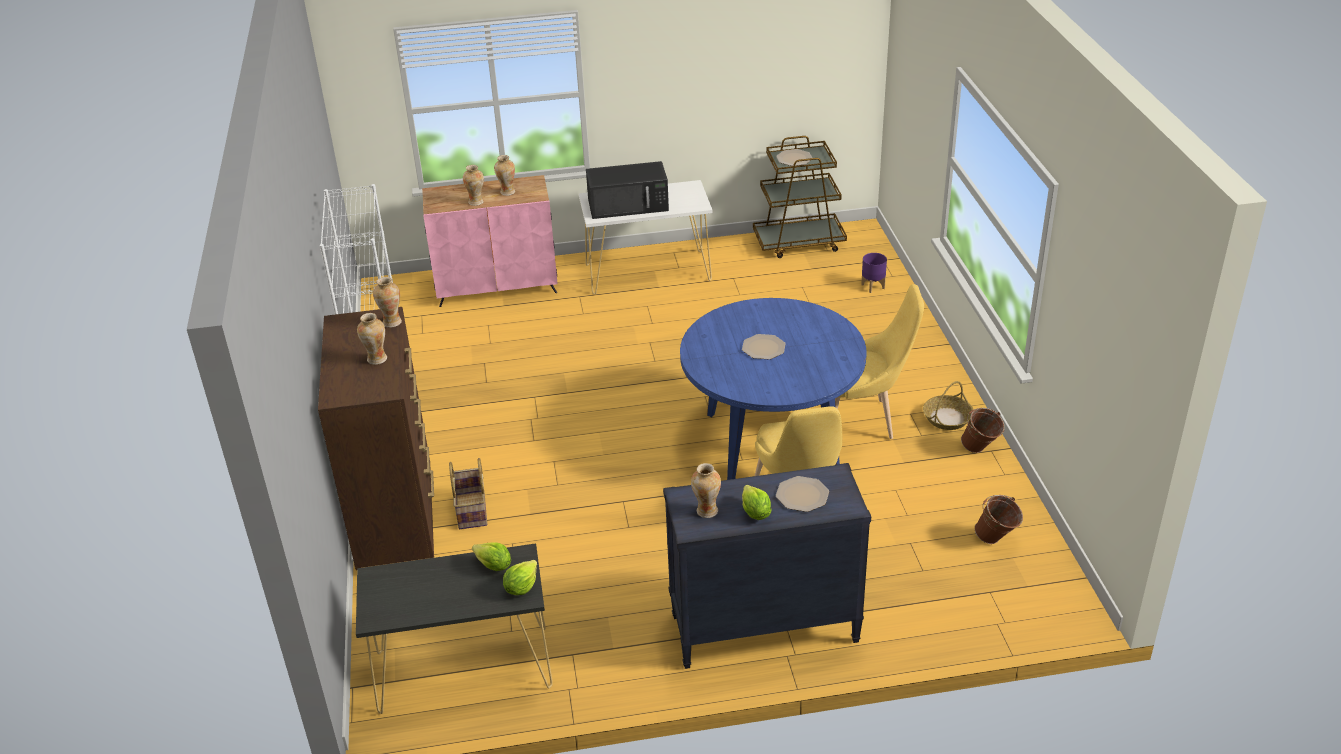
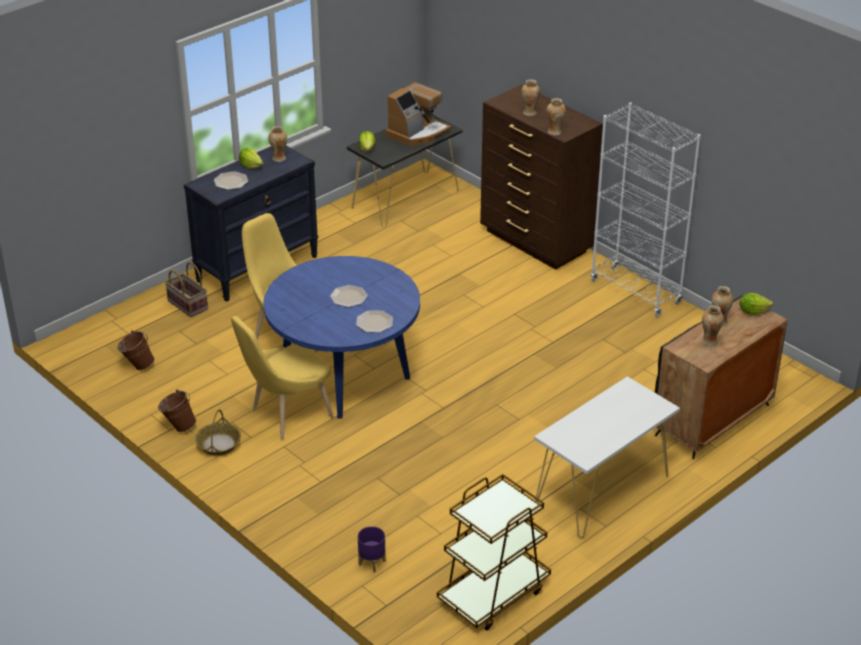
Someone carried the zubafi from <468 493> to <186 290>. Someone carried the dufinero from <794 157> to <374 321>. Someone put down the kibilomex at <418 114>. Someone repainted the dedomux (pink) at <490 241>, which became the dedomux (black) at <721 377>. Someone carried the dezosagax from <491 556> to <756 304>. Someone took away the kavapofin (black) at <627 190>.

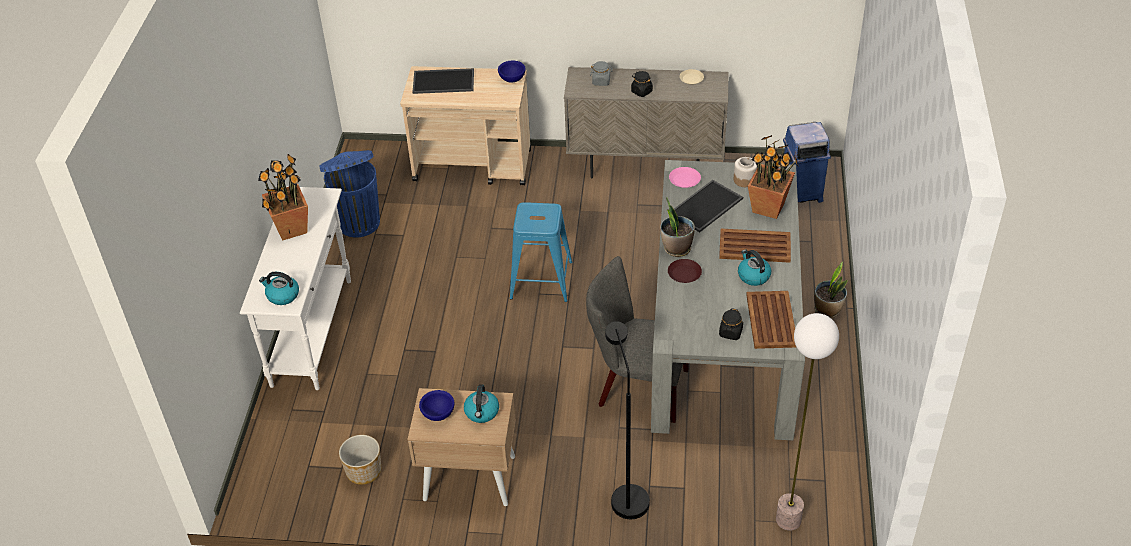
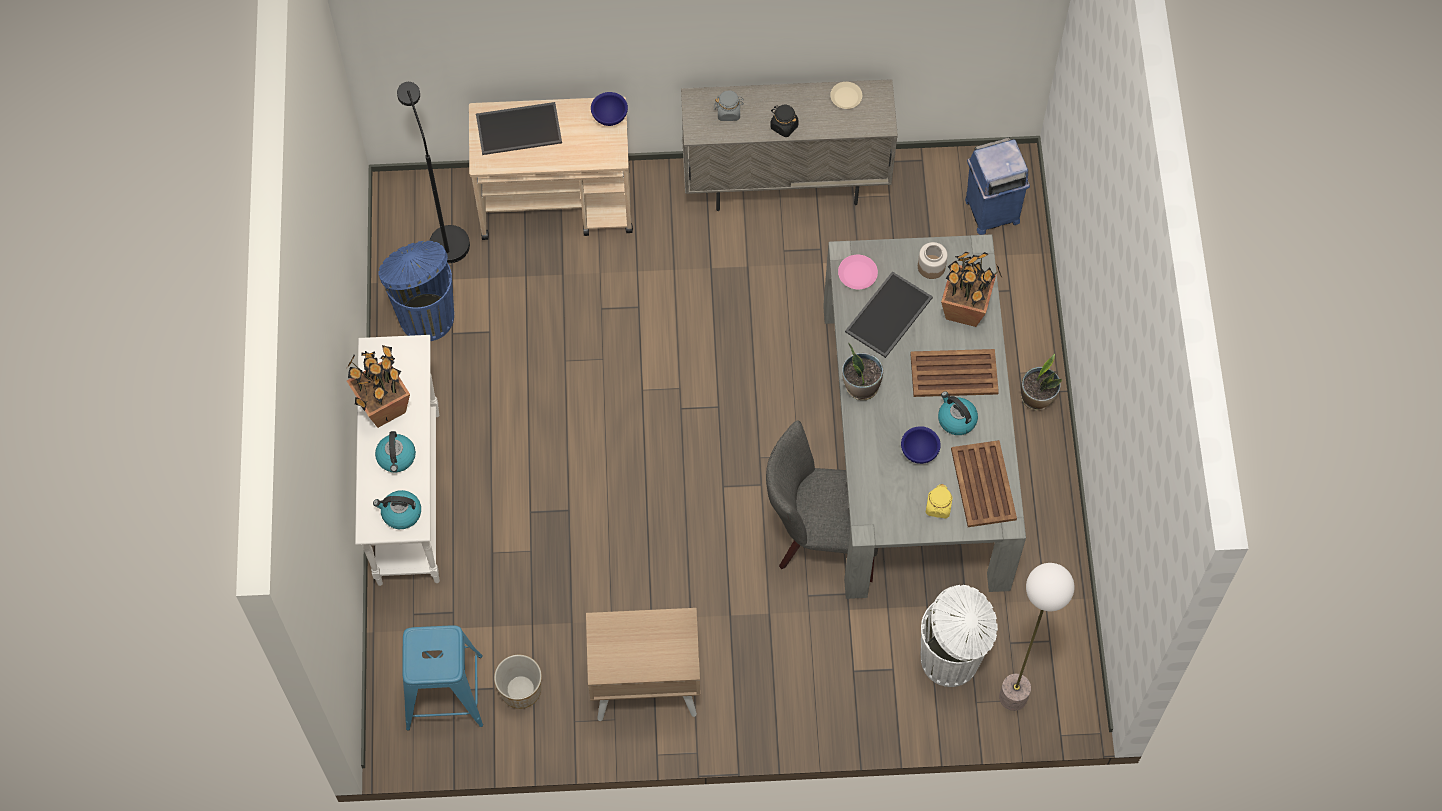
Someone carried the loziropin from <481 403> to <395 451>. Someone carried the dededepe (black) from <627 420> to <433 172>. Someone carried the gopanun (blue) from <541 252> to <442 678>. Someone carried the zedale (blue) from <436 405> to <921 445>. Someone put down the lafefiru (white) at <959 636>. Someone repainted the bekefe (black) at <731 324>, which became the bekefe (yellow) at <939 501>. Someone took away the dufinero (brown) at <685 271>.

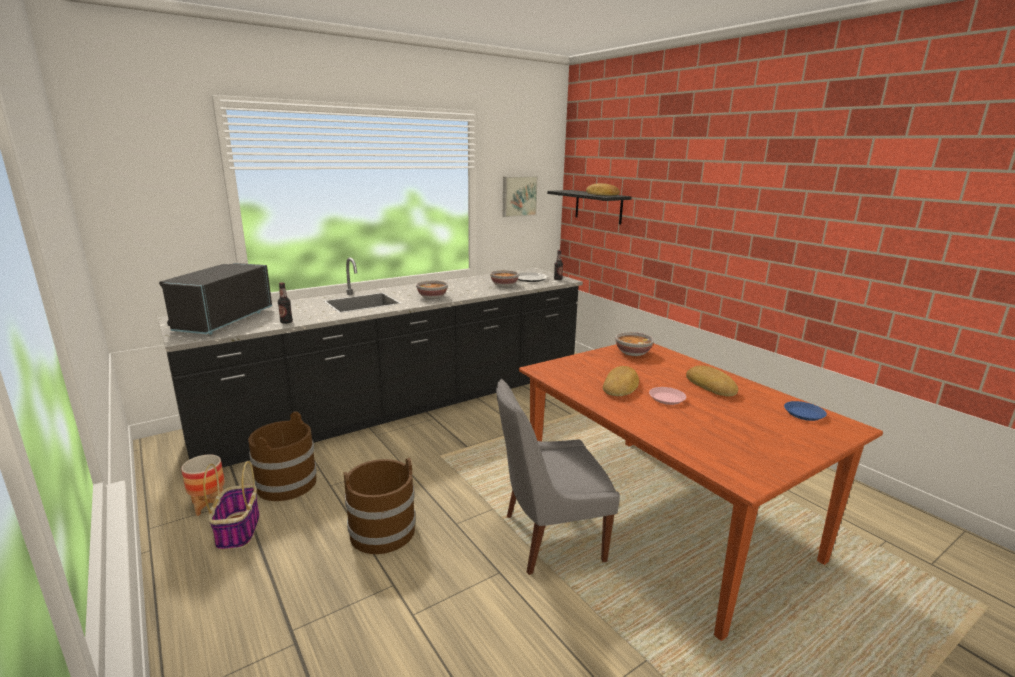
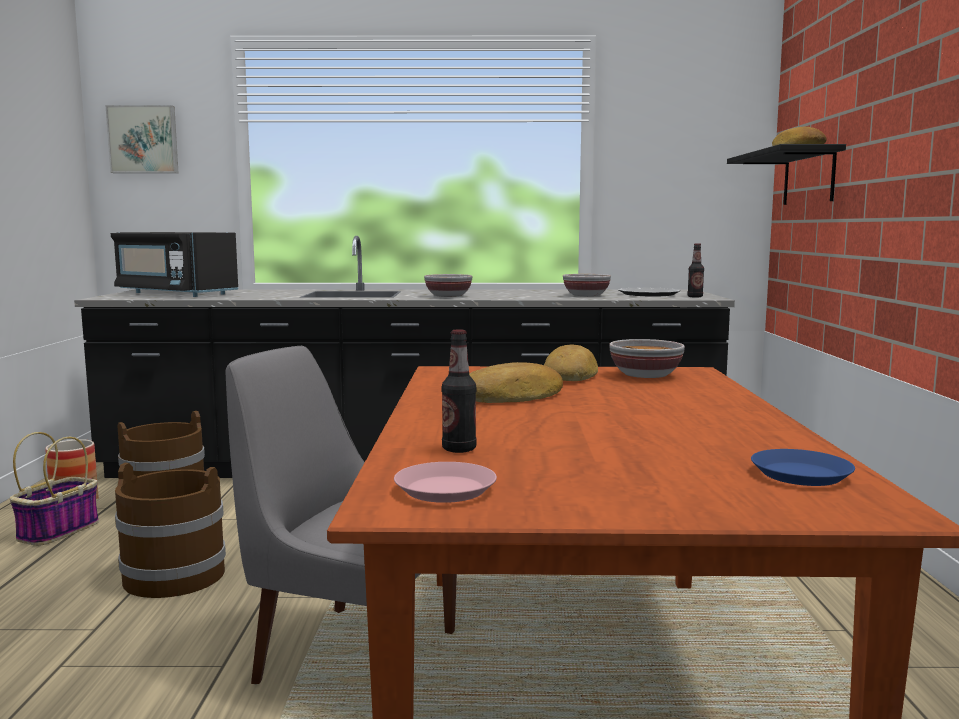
Someone carried the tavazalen from <520 196> to <141 139>. Someone rotated the kavapofin (black) at <215 298> by 105 degrees counterclockwise. Someone carried the dufinero (pink) from <667 396> to <445 482>. Someone carried the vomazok from <285 303> to <459 391>. Someone carried the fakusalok from <712 381> to <571 362>.

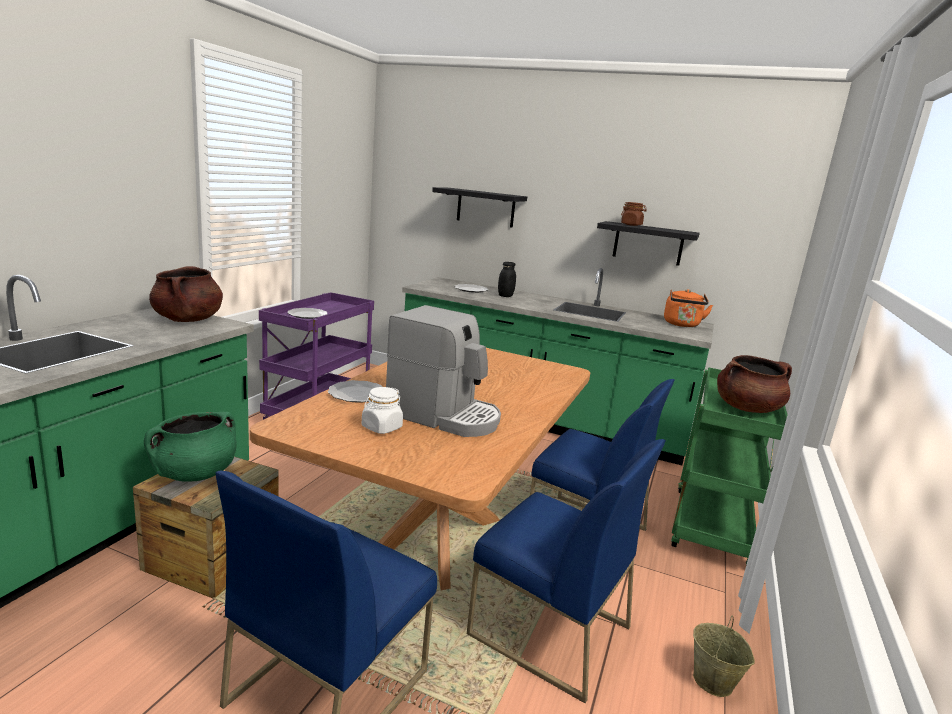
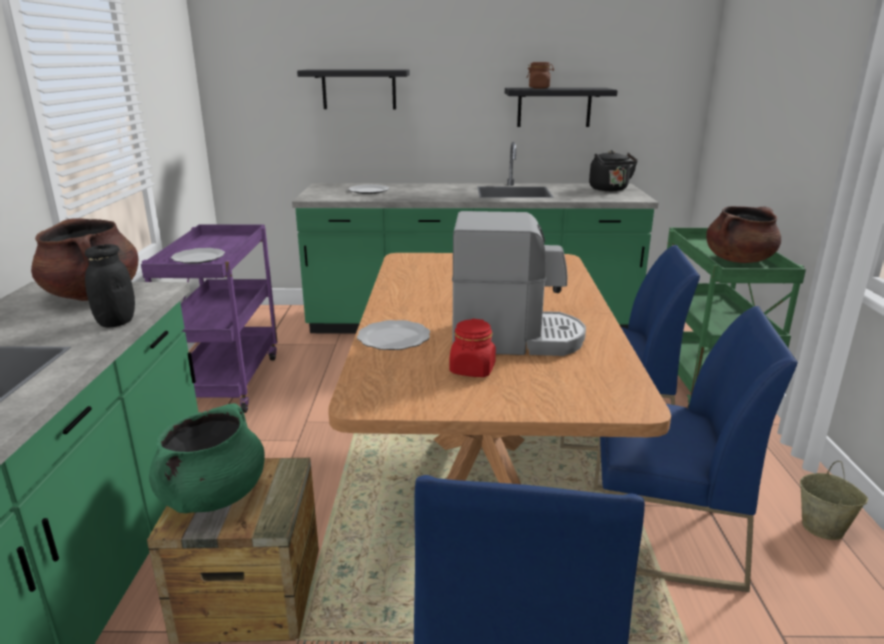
Someone carried the bekefe (black) from <507 279> to <110 285>. Someone repainted the bekefe (white) at <382 410>, which became the bekefe (red) at <473 348>. Someone repainted the loziropin (orange) at <688 308>, which became the loziropin (black) at <613 170>.

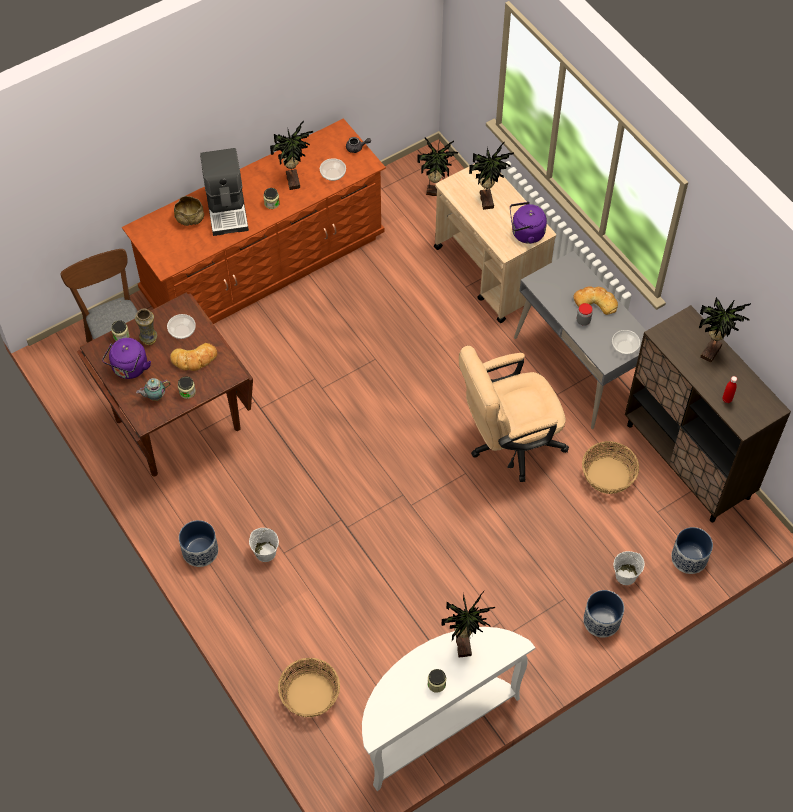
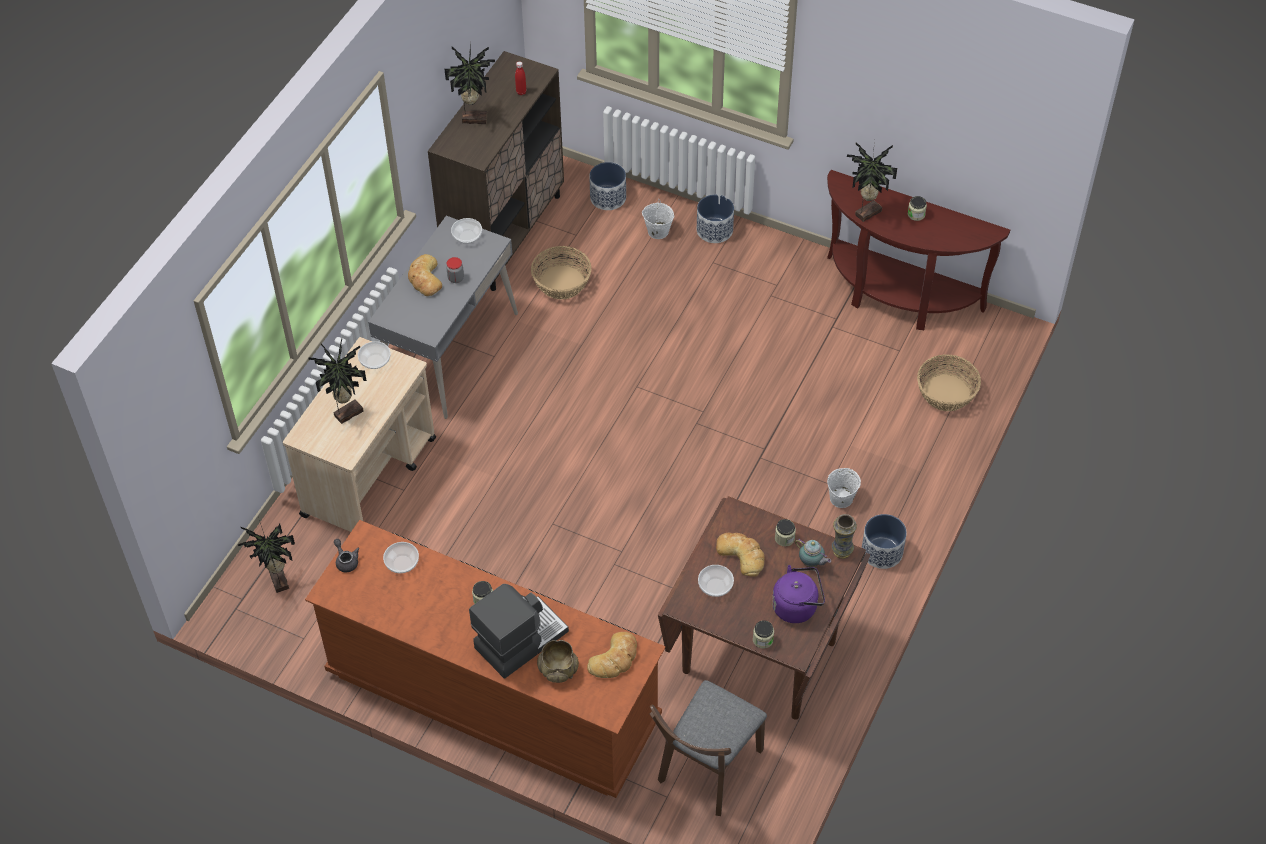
Someone swapped the loziropin (purple) at <528 223> for the zedale at <374 355>. Someone put down the fakusalok at <612 655>. Someone repainted the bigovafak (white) at <448 709>, which became the bigovafak (brown) at <918 250>. Someone carried the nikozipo from <146 326> to <844 536>. Someone took away the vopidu at <291 155>. Someone took away the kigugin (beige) at <514 413>.

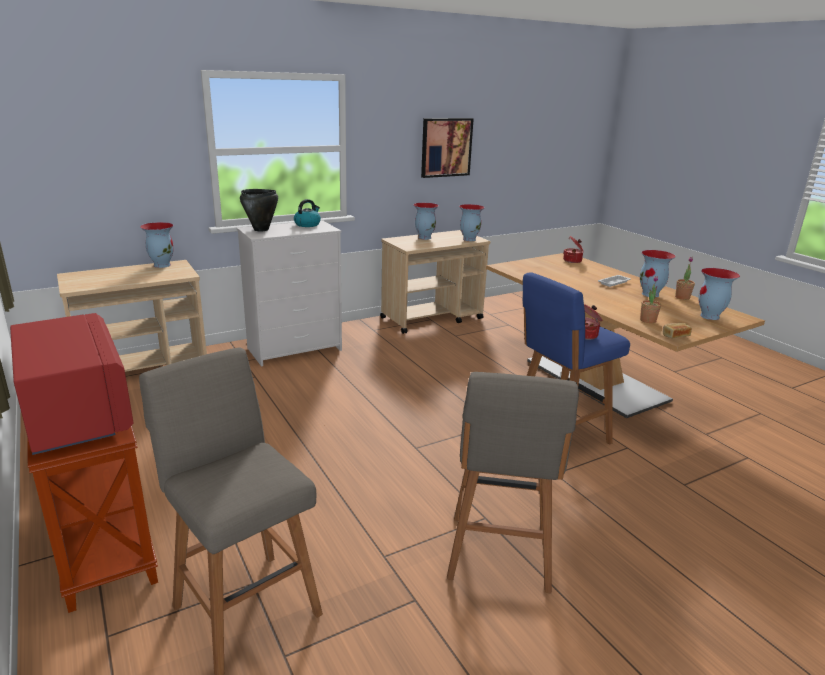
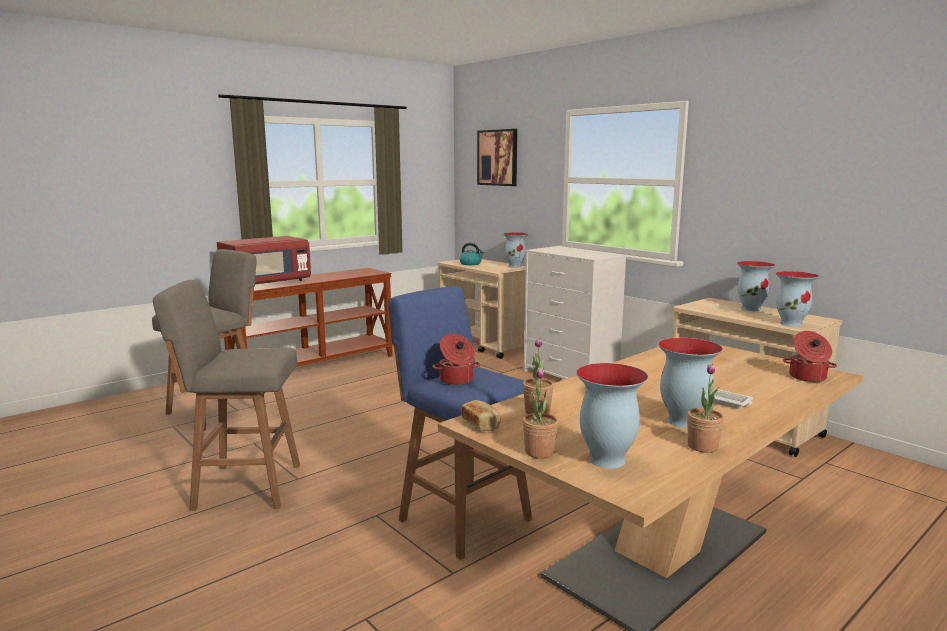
Someone carried the loziropin from <307 213> to <471 254>. Someone carried the tavazalen from <447 148> to <497 157>. Someone put down the vopidu at <540 413>. Someone took away the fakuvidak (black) at <259 210>.

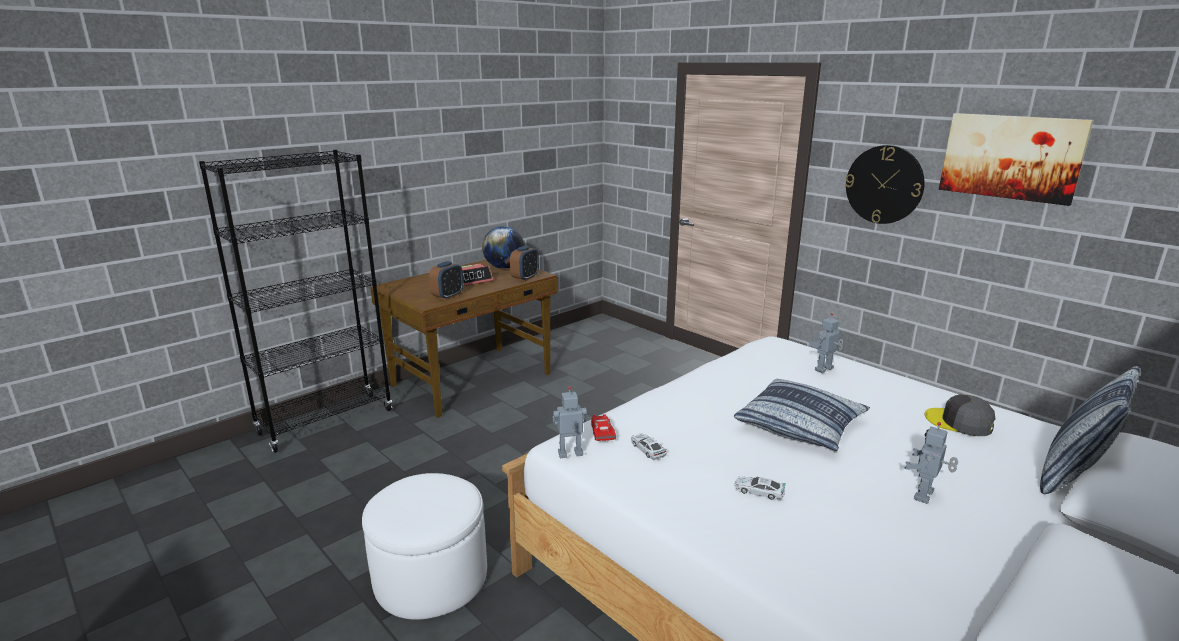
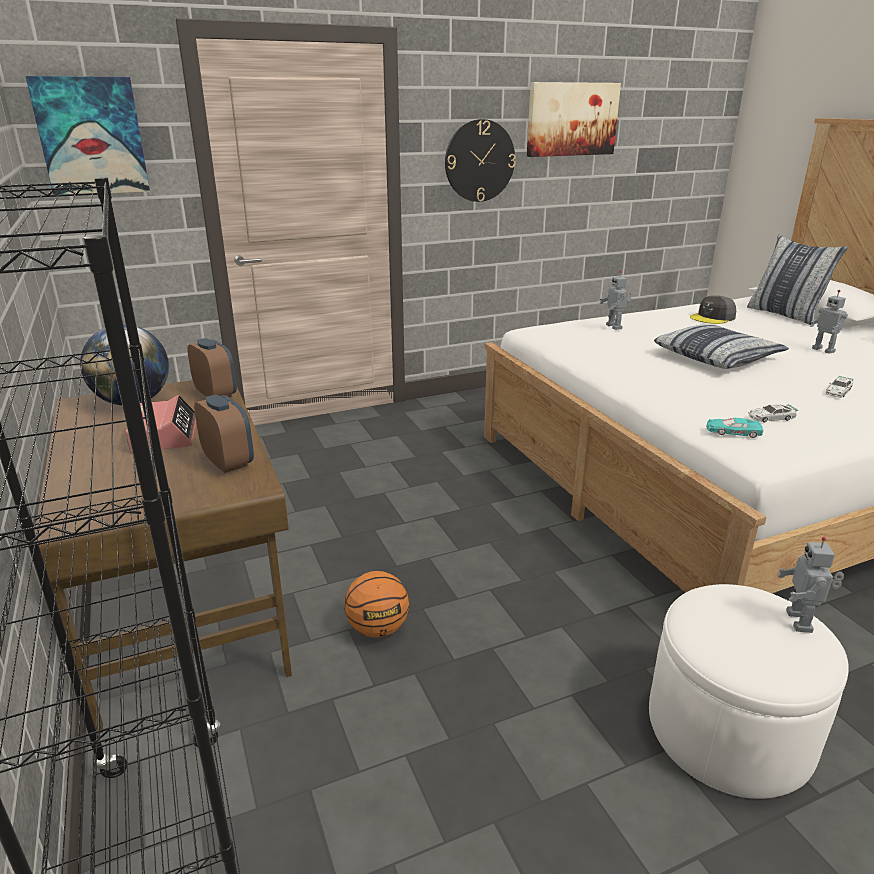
Someone put up the tavazalen at <87 135>. Someone put down the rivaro at <376 604>. Someone repainted the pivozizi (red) at <603 427>, which became the pivozizi (turquoise) at <734 428>. Someone carried the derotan from <570 422> to <810 585>.

